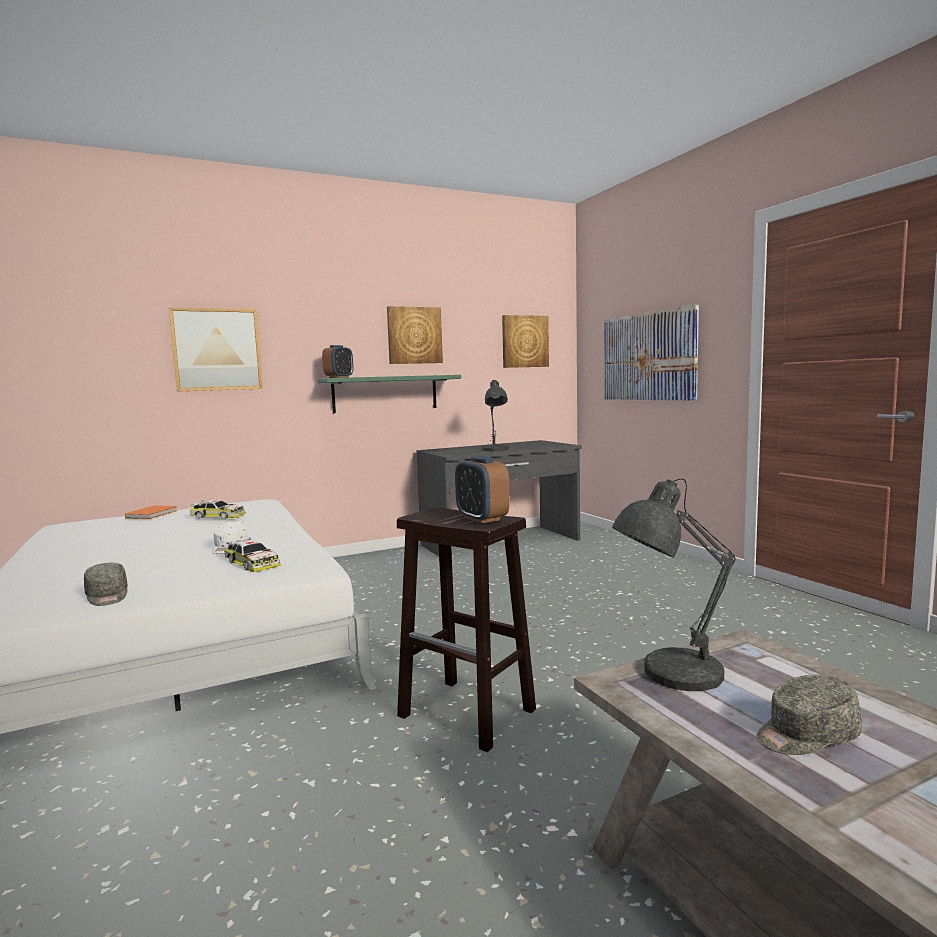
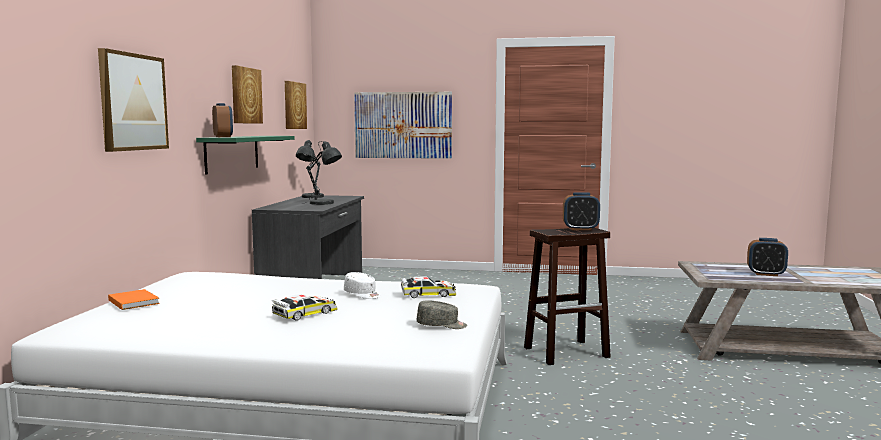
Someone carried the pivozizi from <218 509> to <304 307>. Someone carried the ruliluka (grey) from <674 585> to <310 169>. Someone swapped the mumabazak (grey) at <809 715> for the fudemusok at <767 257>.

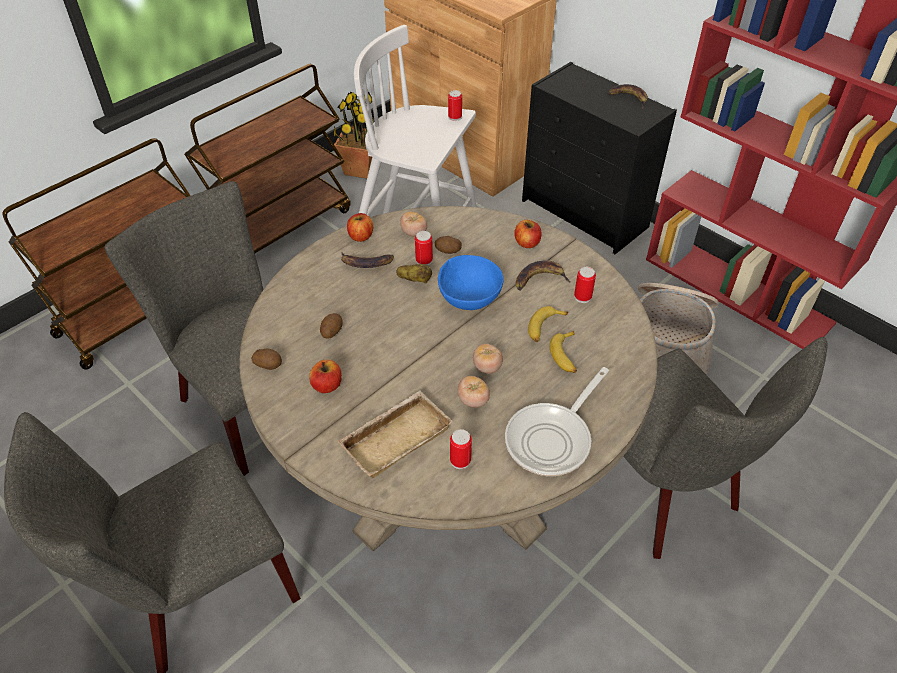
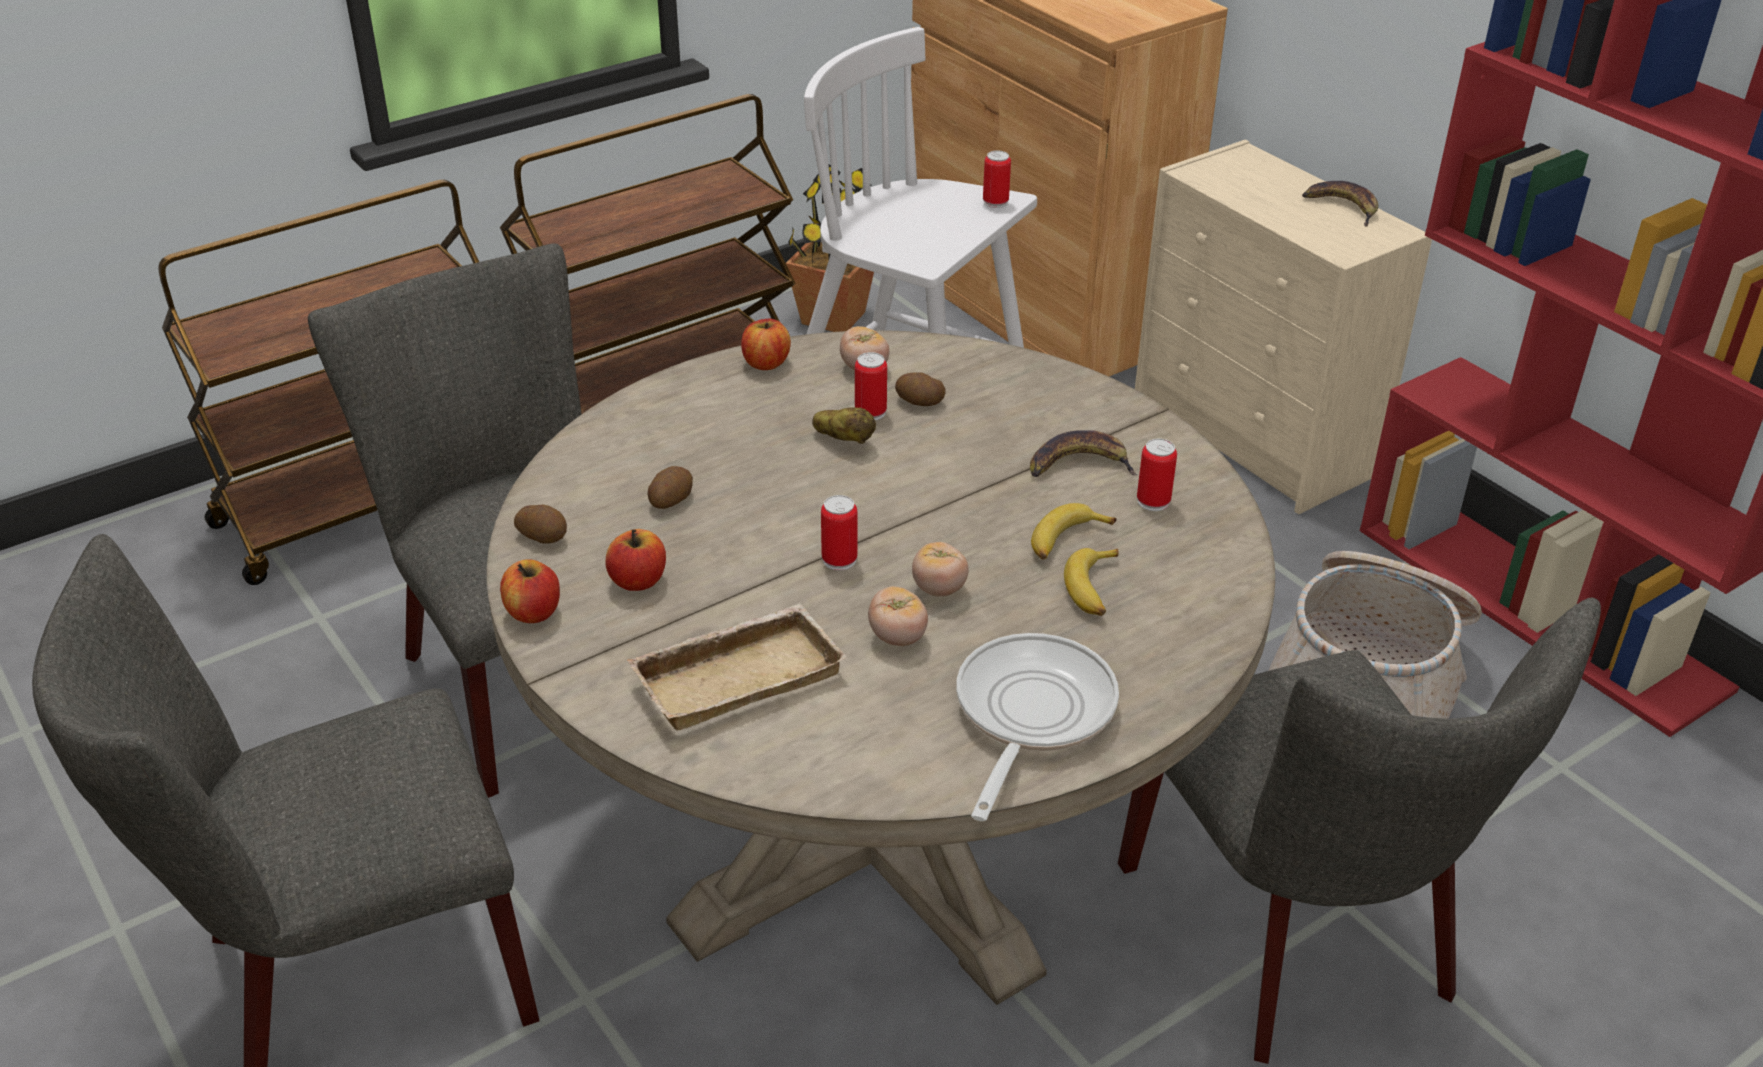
Someone carried the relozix from <527 234> to <530 591>. Someone carried the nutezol from <461 449> to <839 533>. Someone rotated the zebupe at <557 421> by 150 degrees clockwise. Someone repainted the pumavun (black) at <599 158>, which became the pumavun (beige) at <1283 326>. Someone took away the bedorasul at <367 260>. Someone took away the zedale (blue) at <471 282>.

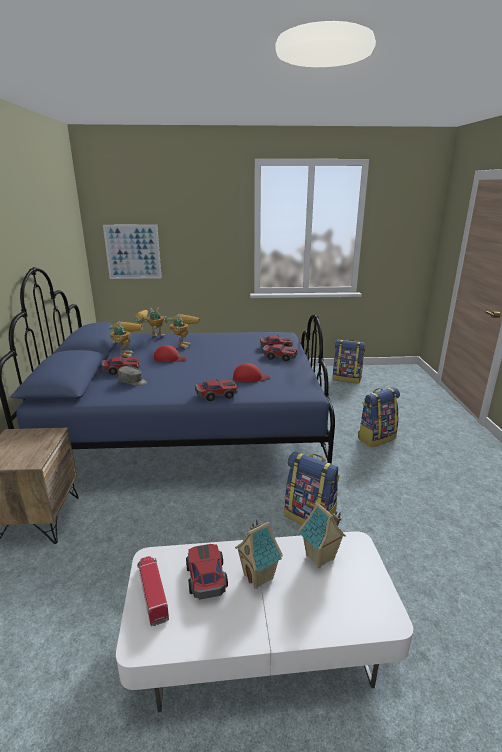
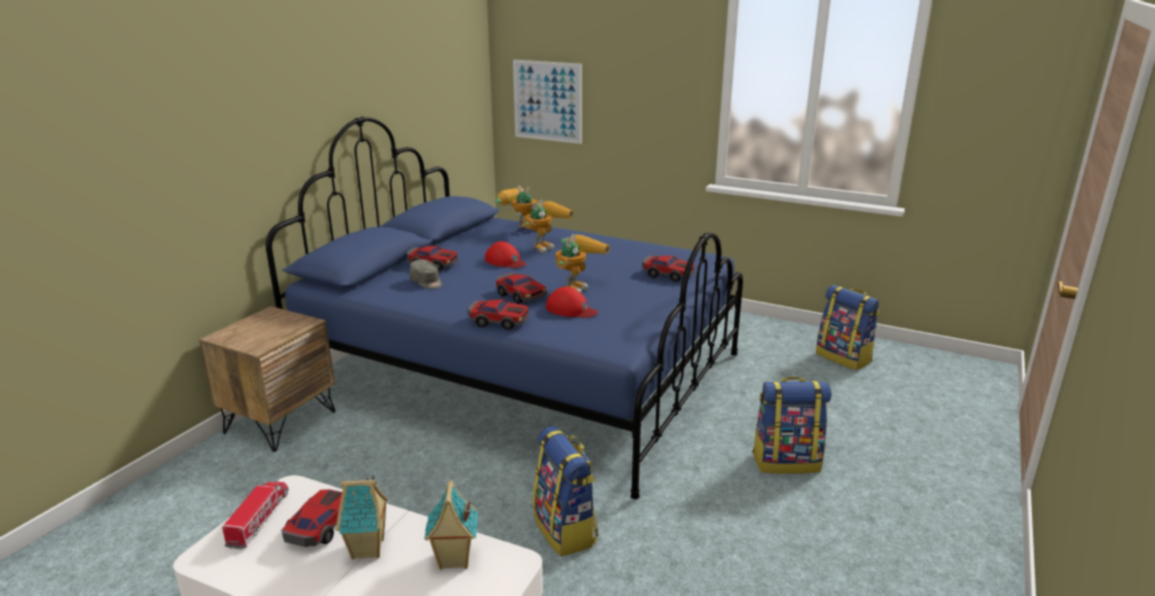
Someone carried the pivozizi from <280 352> to <521 288>. Someone carried the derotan from <126 339> to <582 263>.

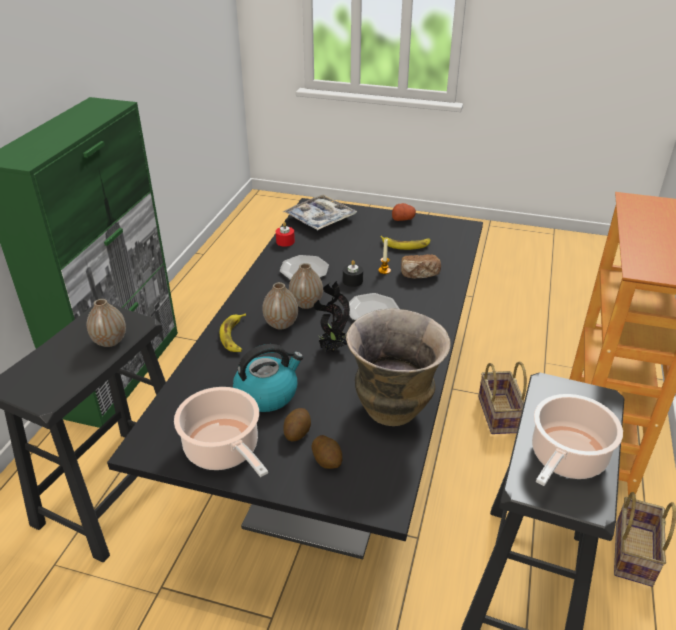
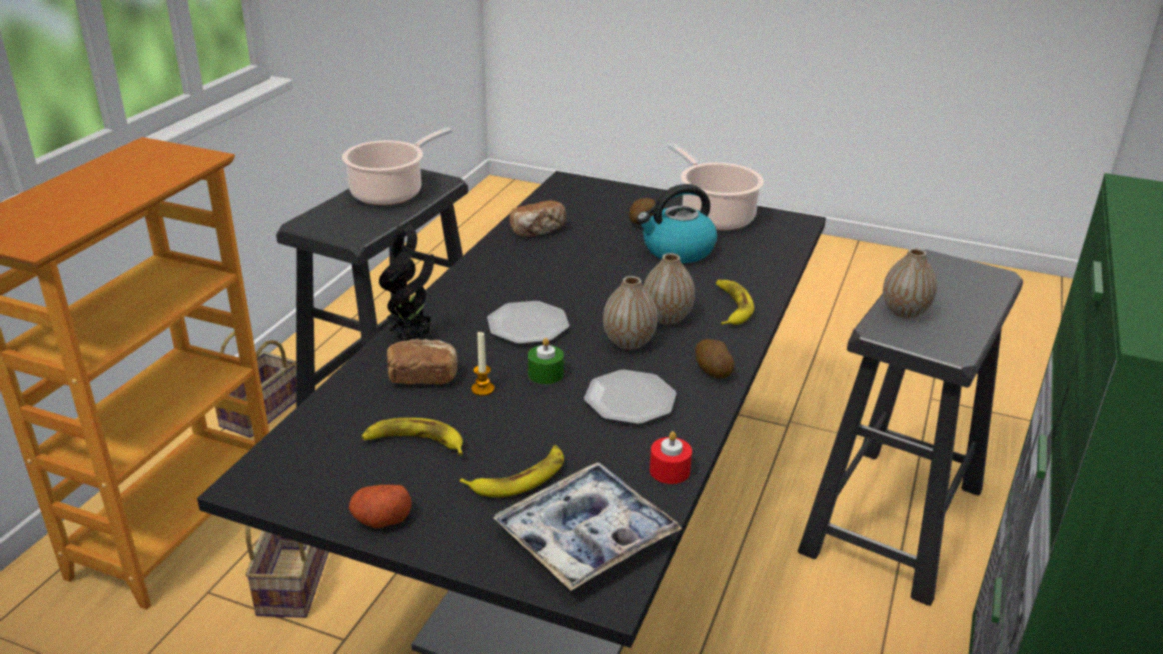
Someone carried the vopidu from <332 316> to <406 282>. Someone put down the bedorasul at <512 471>. Someone swapped the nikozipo at <398 367> for the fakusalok at <538 219>. Someone repainted the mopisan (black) at <353 273>, which became the mopisan (green) at <546 361>. Someone carried the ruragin from <326 452> to <715 359>.

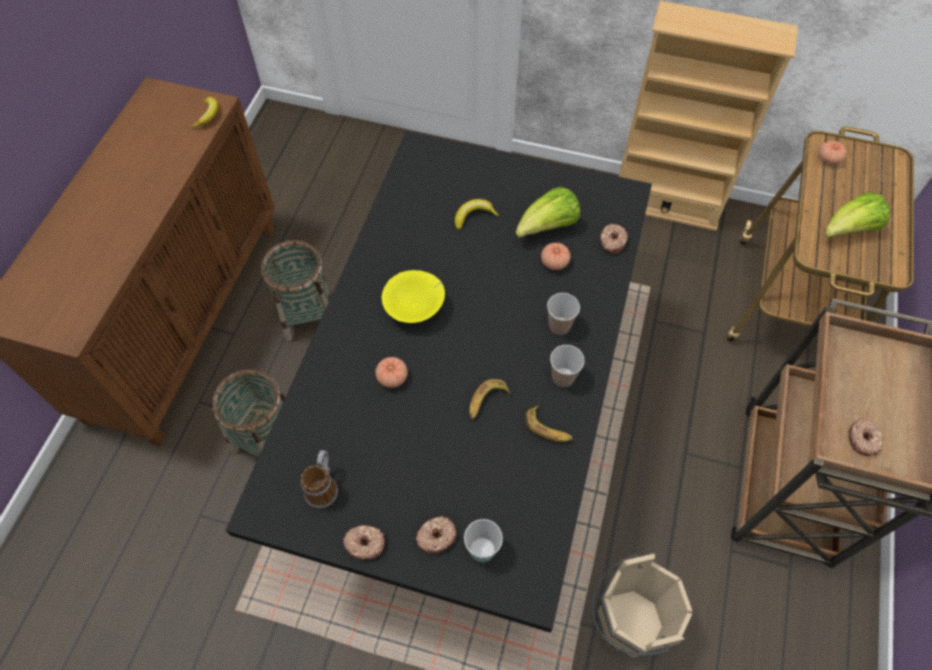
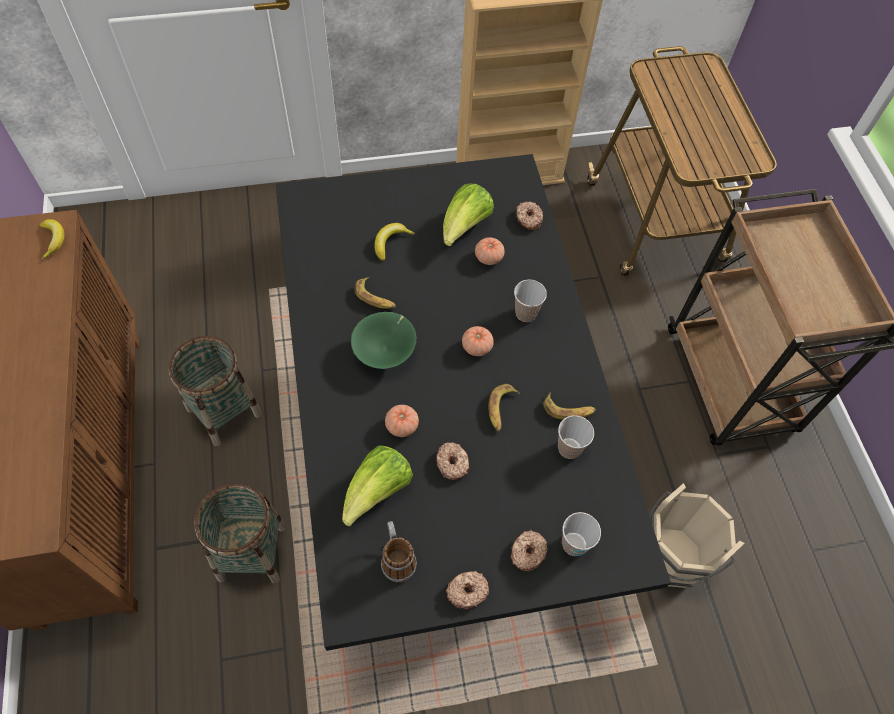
Someone carried the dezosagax from <857 214> to <377 485>. Someone repainted the zedale (yellow) at <413 296>, which became the zedale (green) at <383 340>. Someone put down the bedorasul at <375 293>. Someone carried the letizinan from <865 437> to <453 461>. Someone carried the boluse from <832 153> to <478 341>. Someone carried the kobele from <567 366> to <576 437>.

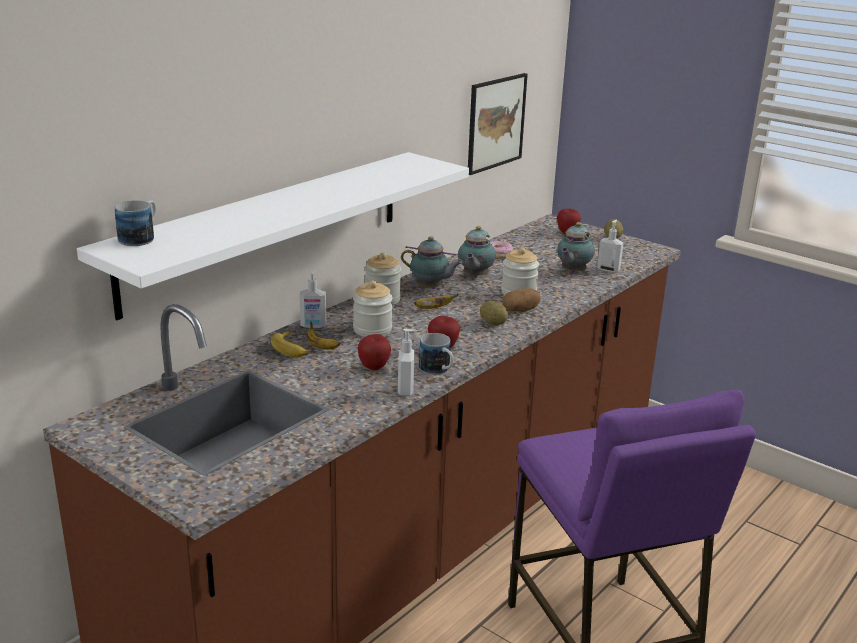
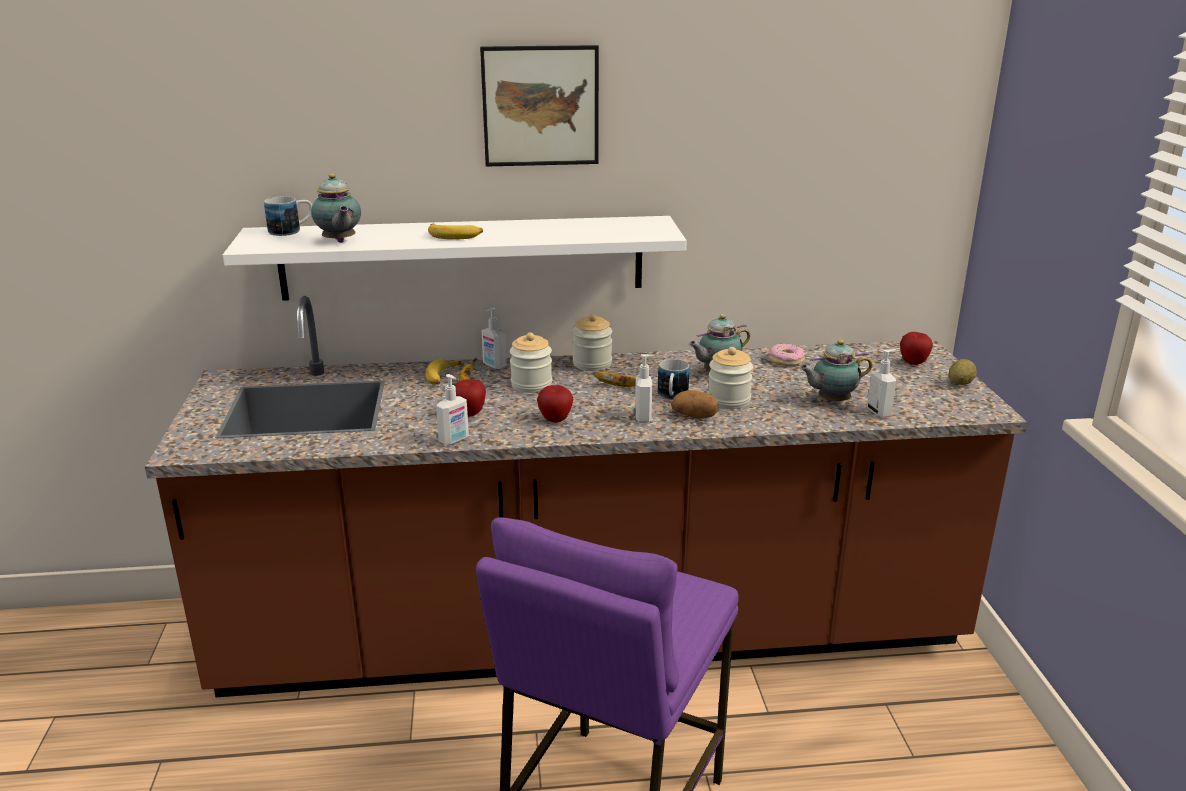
Someone carried the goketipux from <432 262> to <336 208>. Someone put down the bedorasul at <455 231>. Someone carried the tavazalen from <498 124> to <539 106>. Someone swapped the ruragin at <494 313> for the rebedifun at <644 388>. Someone carried the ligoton from <436 354> to <673 379>.

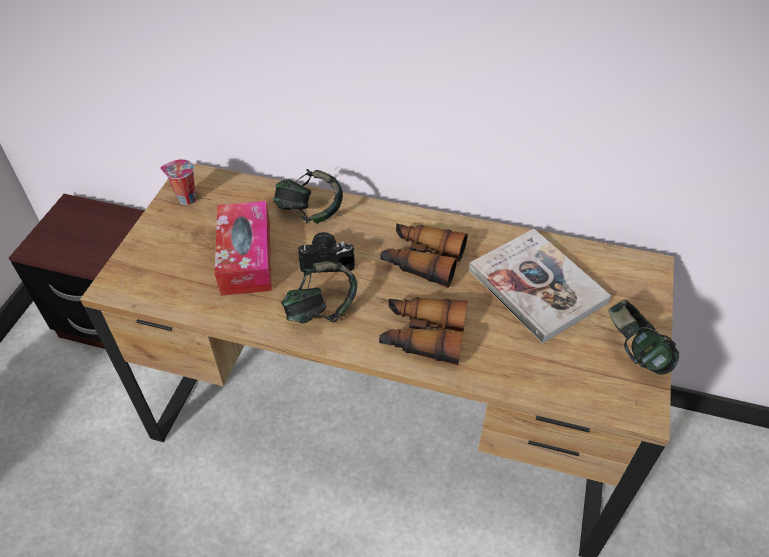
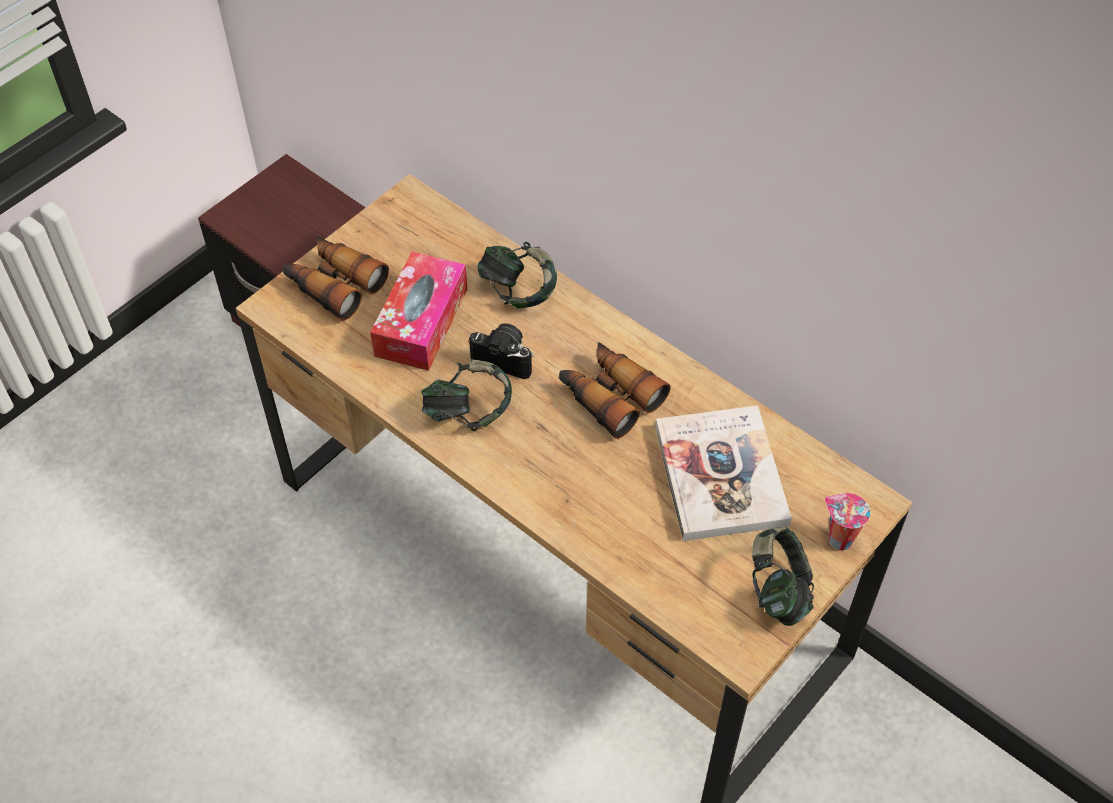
Someone carried the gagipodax from <423 331> to <335 278>. Someone carried the kobele from <178 182> to <847 521>.

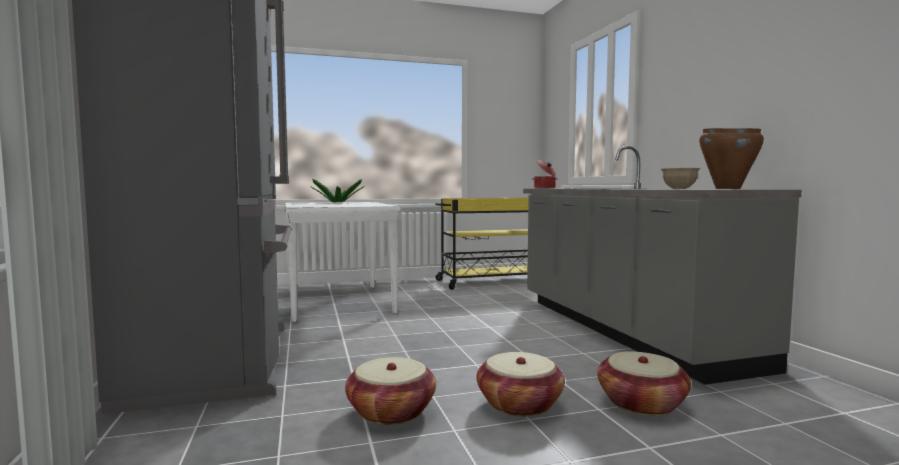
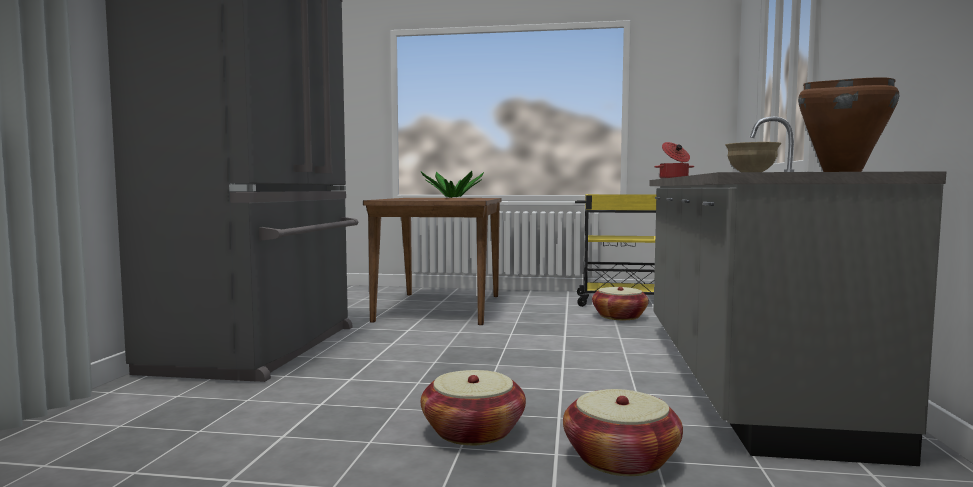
Someone repainted the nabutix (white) at <343 262>, which became the nabutix (brown) at <432 261>. Someone carried the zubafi from <390 391> to <620 303>.

